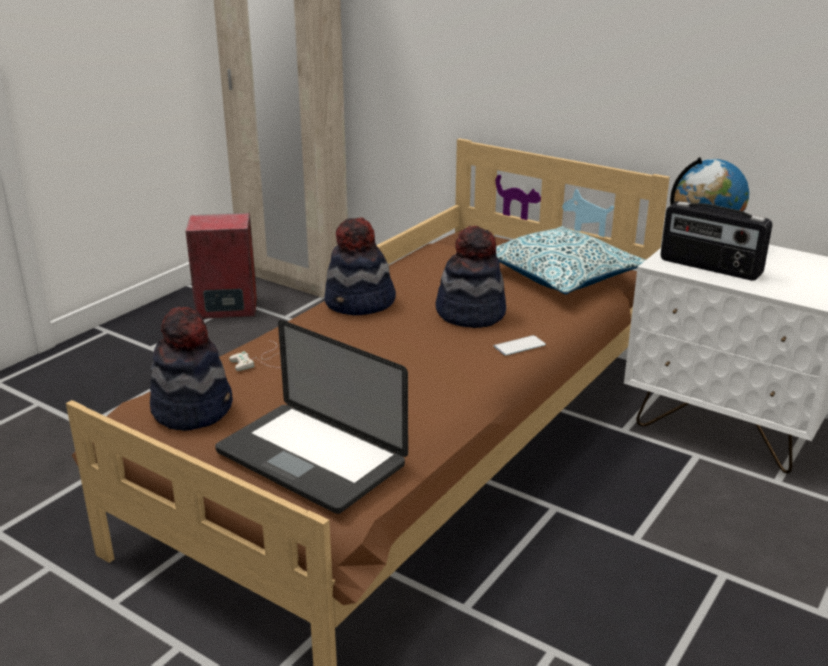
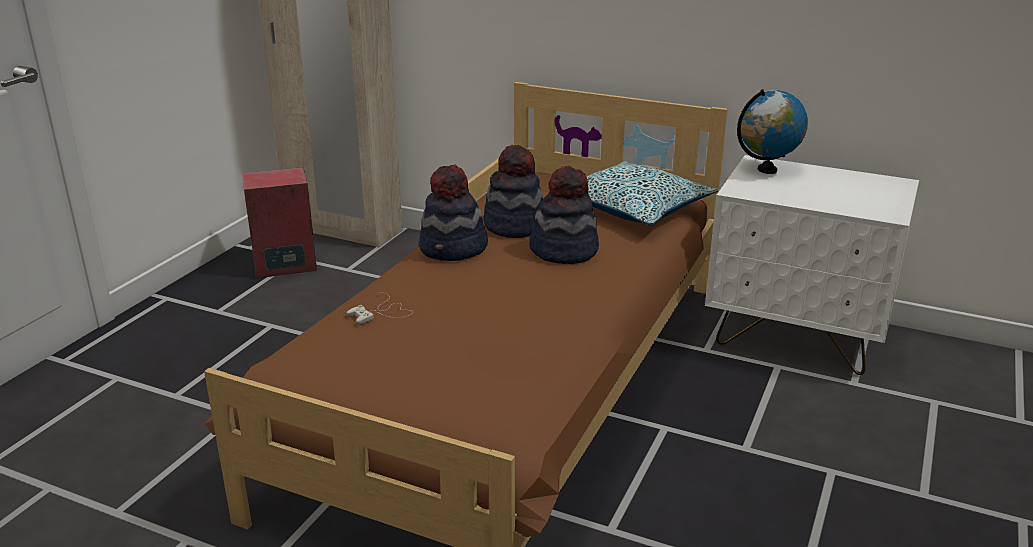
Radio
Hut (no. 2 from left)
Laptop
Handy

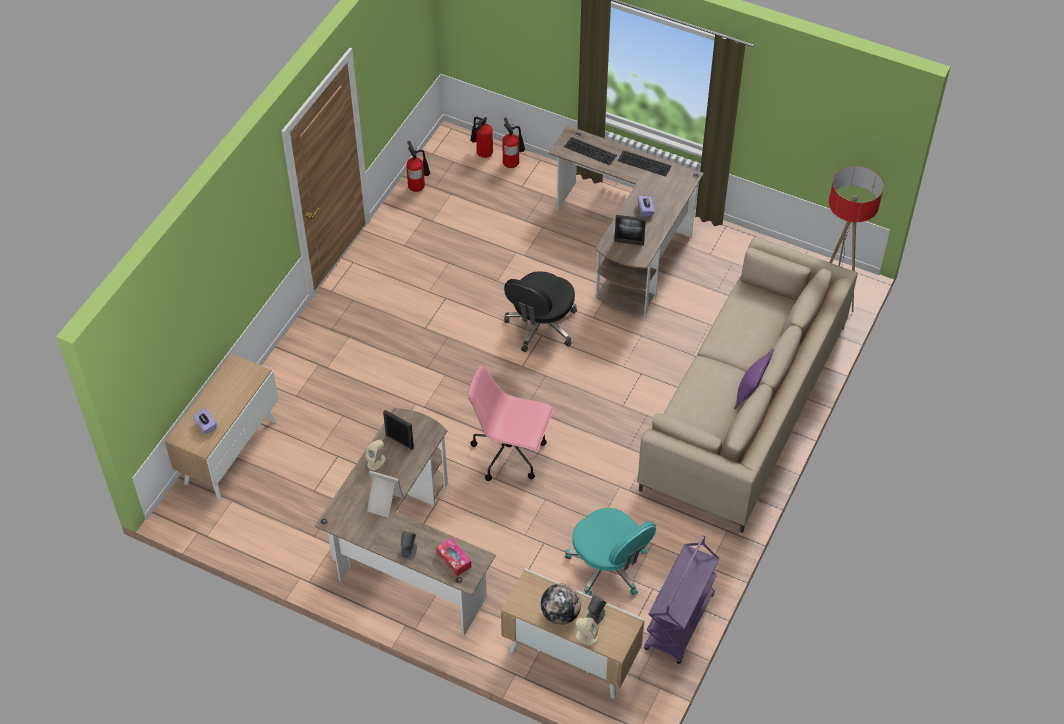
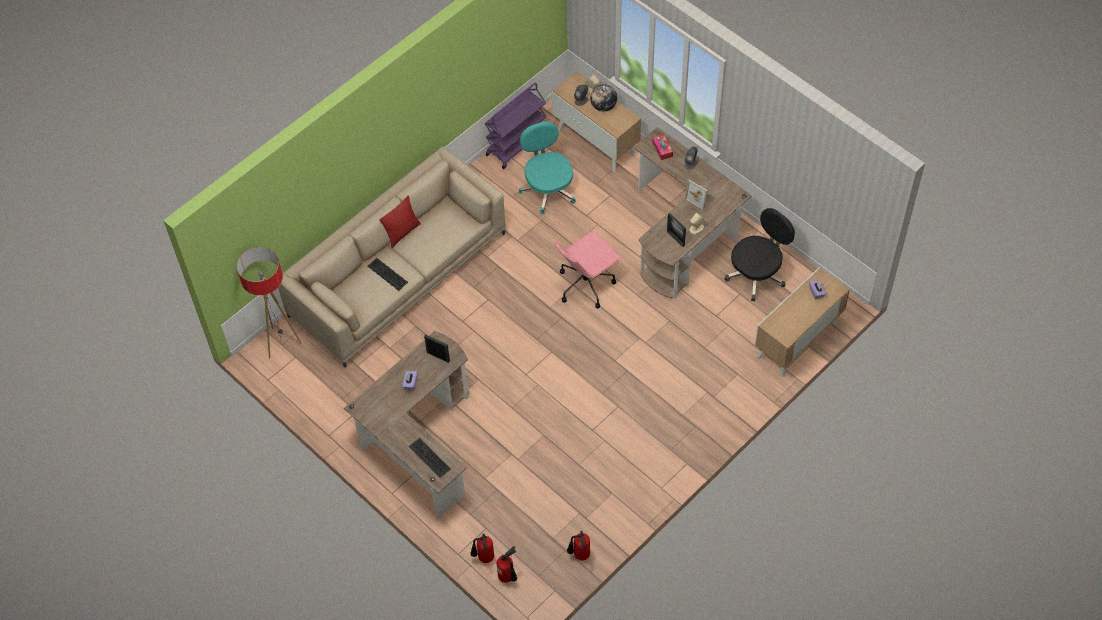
Tastatur (no. 1 from left)
Bürostuhl [schwarz]
Kissen [rot]
Bürostuhl [rosa]

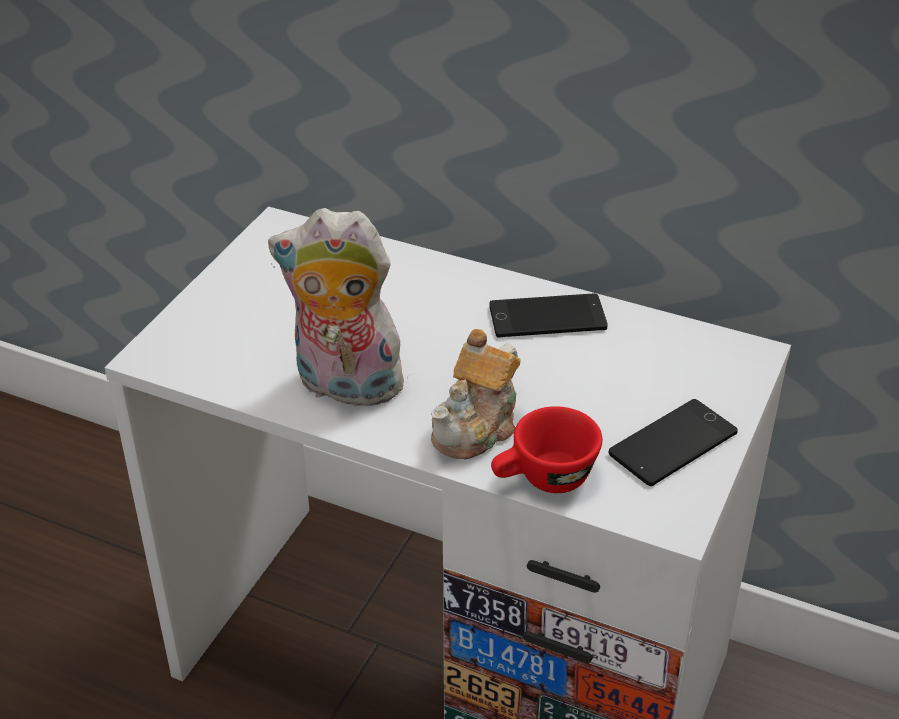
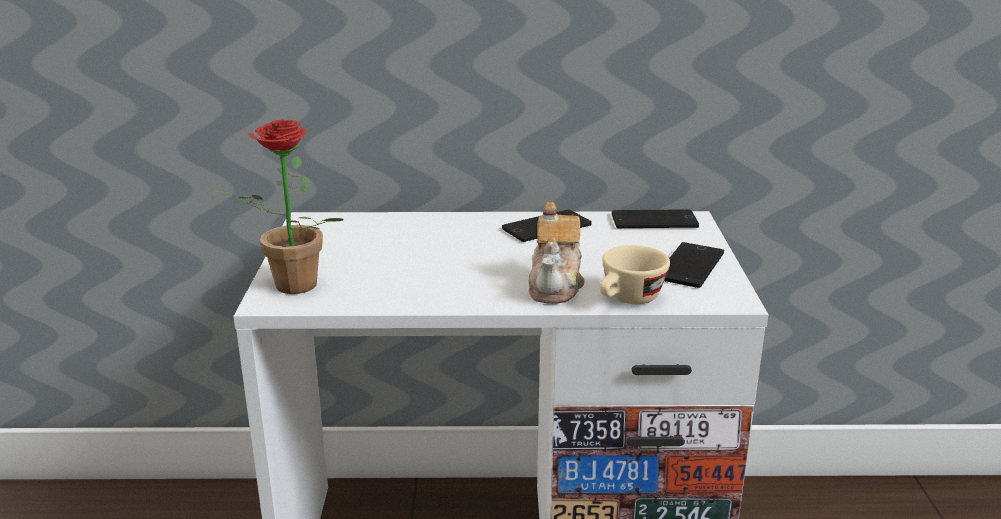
Plüschtier
Tasse [beige]
Topfpflanze
Handy (no. 2 from left)

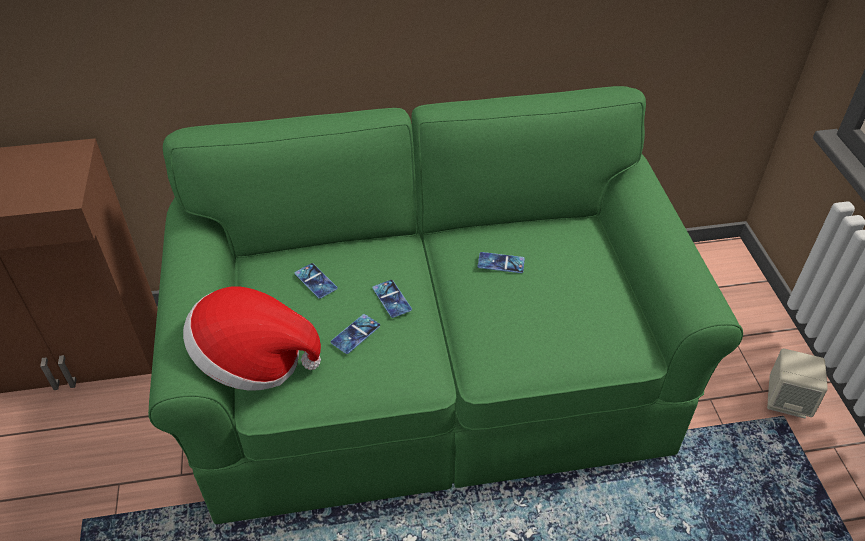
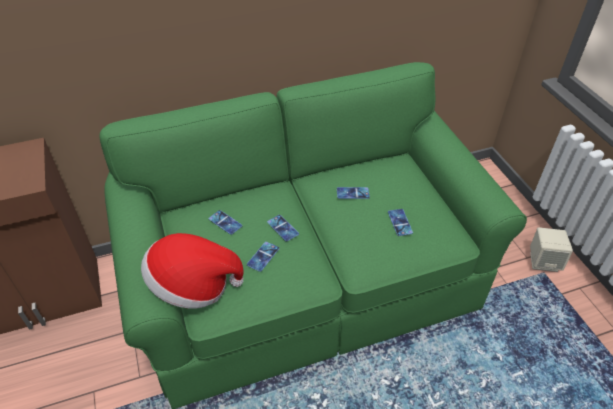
Handy (no. 5 from left)

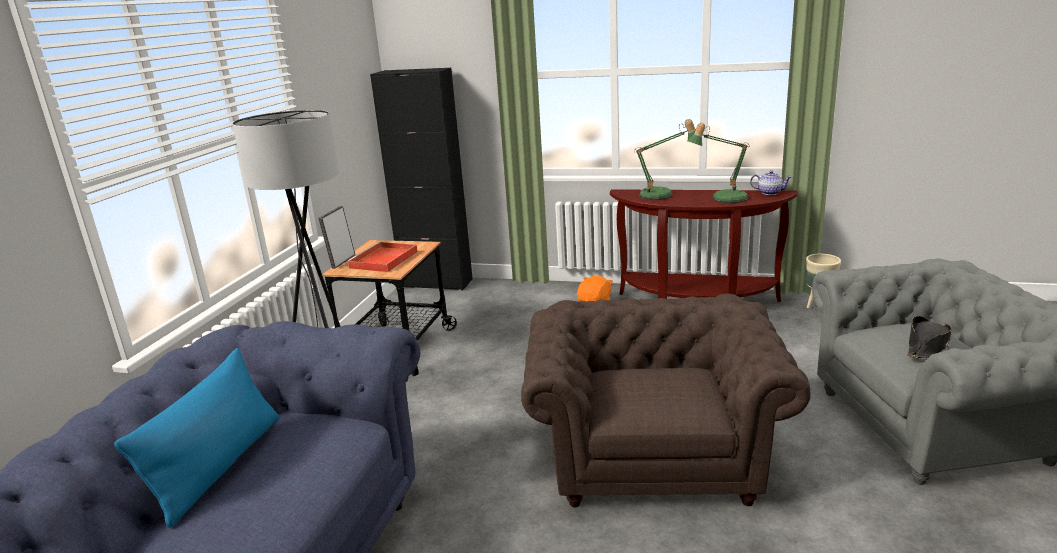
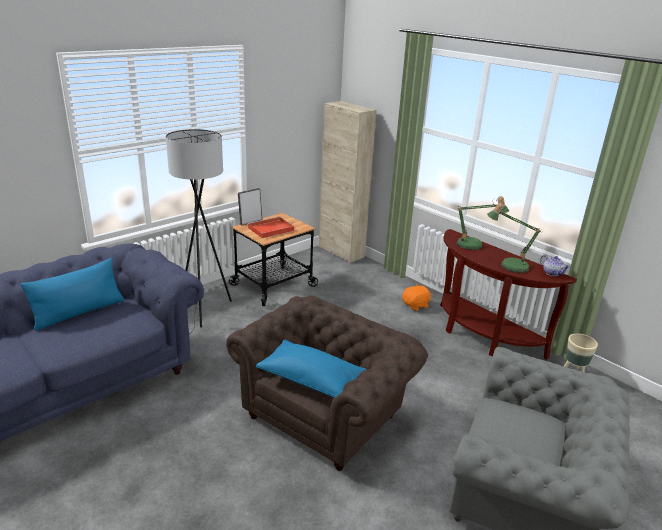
Schrank [beige]
Hut [schwarz]
Kissen [blau] (no. 2 from left)

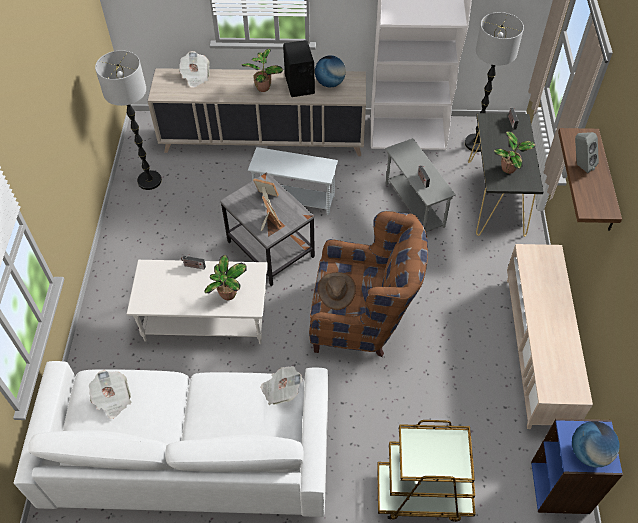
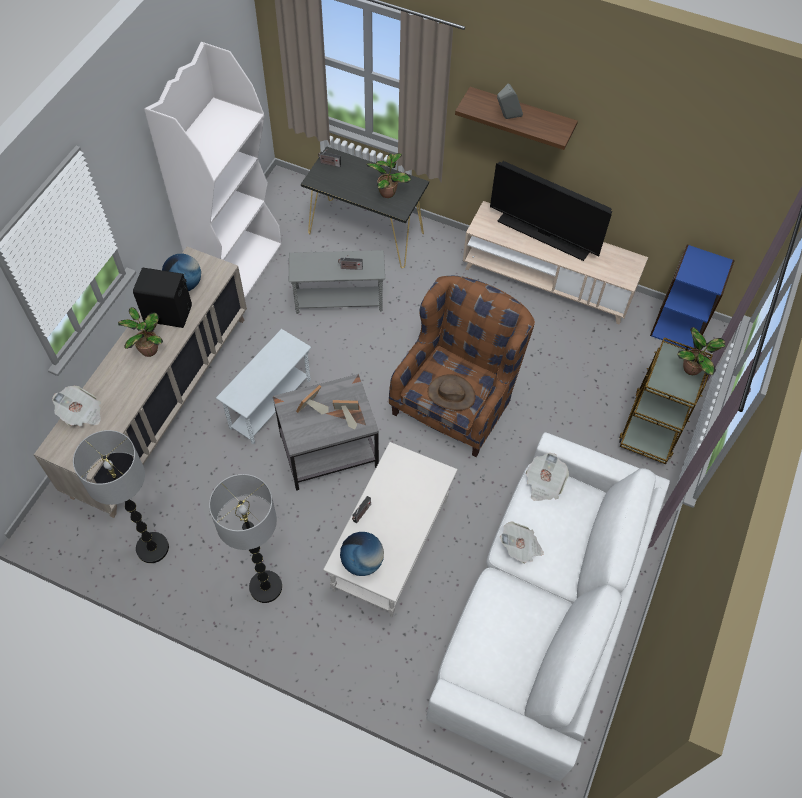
Stehlampe (no. 2 from left)
Topfpflanze (no. 3 from left)
Zeitung (no. 2 from left)
Globus (no. 2 from left)
Fernseher

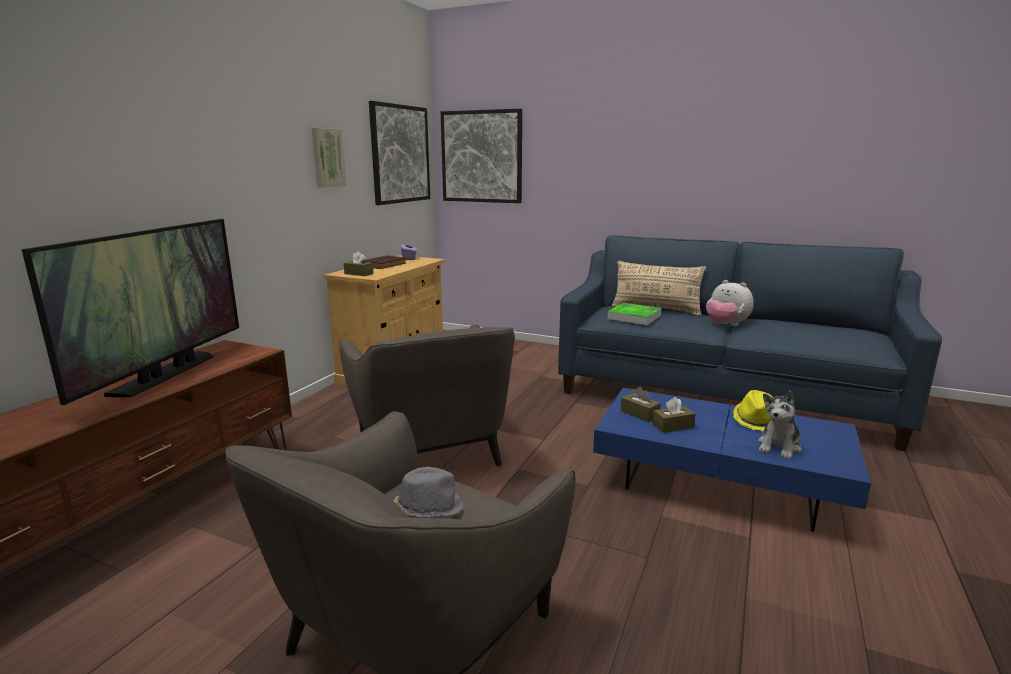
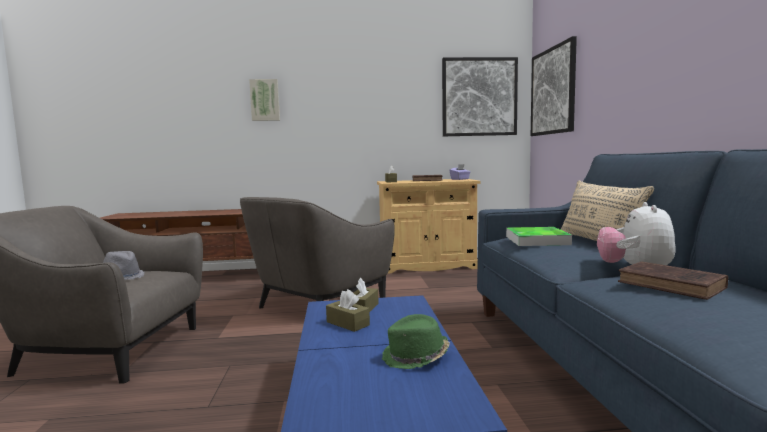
Bild (no. 1 from left)
Fernseher
Hut [grün]
Plüschtier (no. 2 from left in the first image)
Buch [braun] (no. 2 from left)

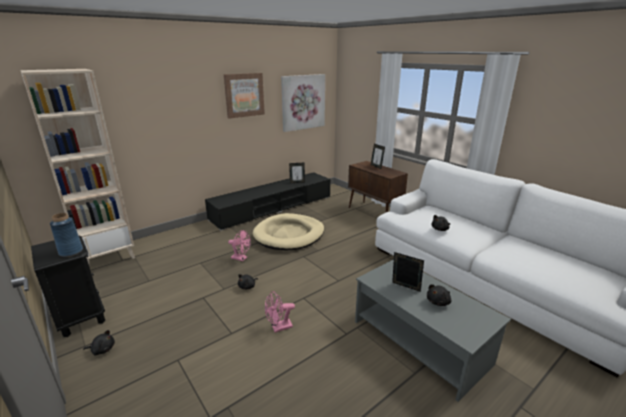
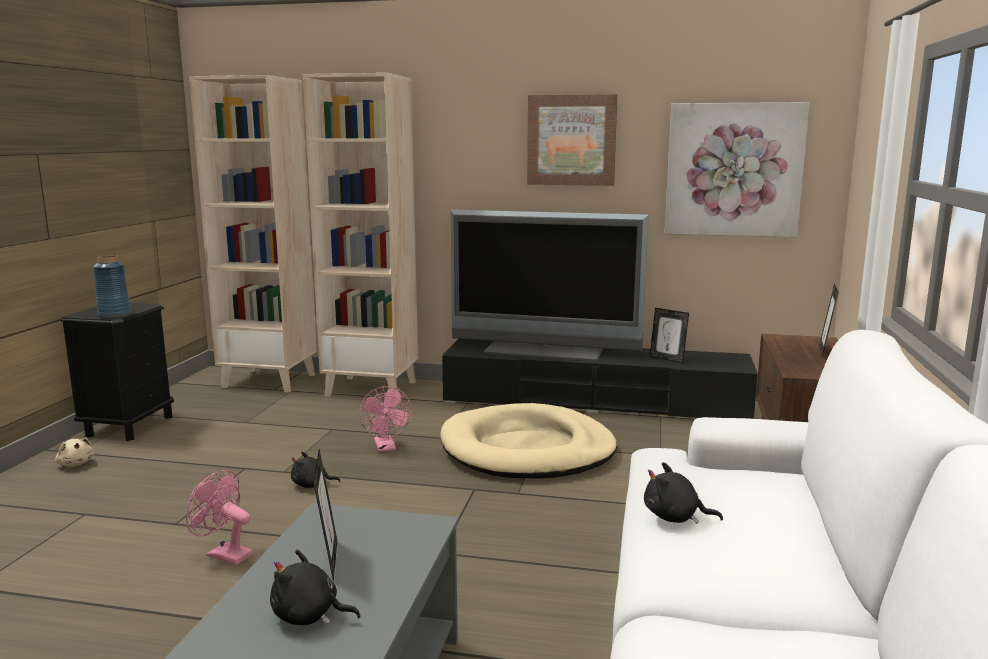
Plüschtier [beige]
Bücherregal [beige] (no. 2 from left)
Fernseher

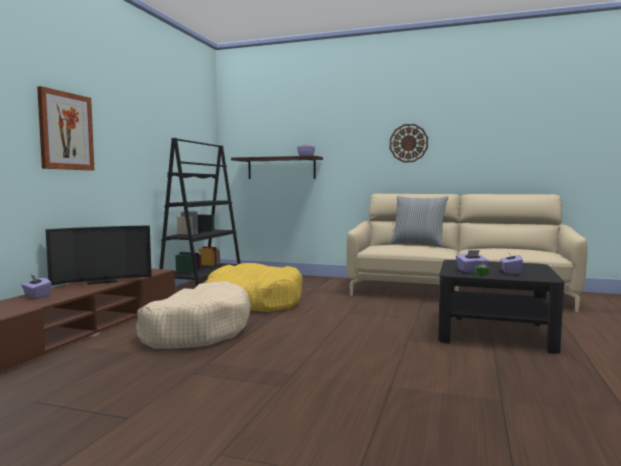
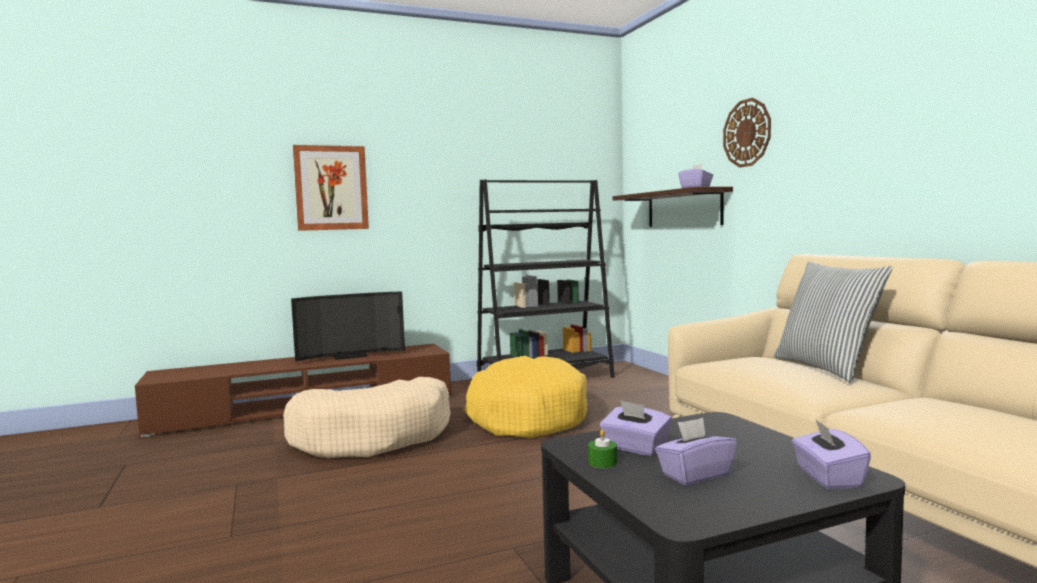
Wanduhr
Fernseher
Taschentuchbox [lila] (no. 4 from left)

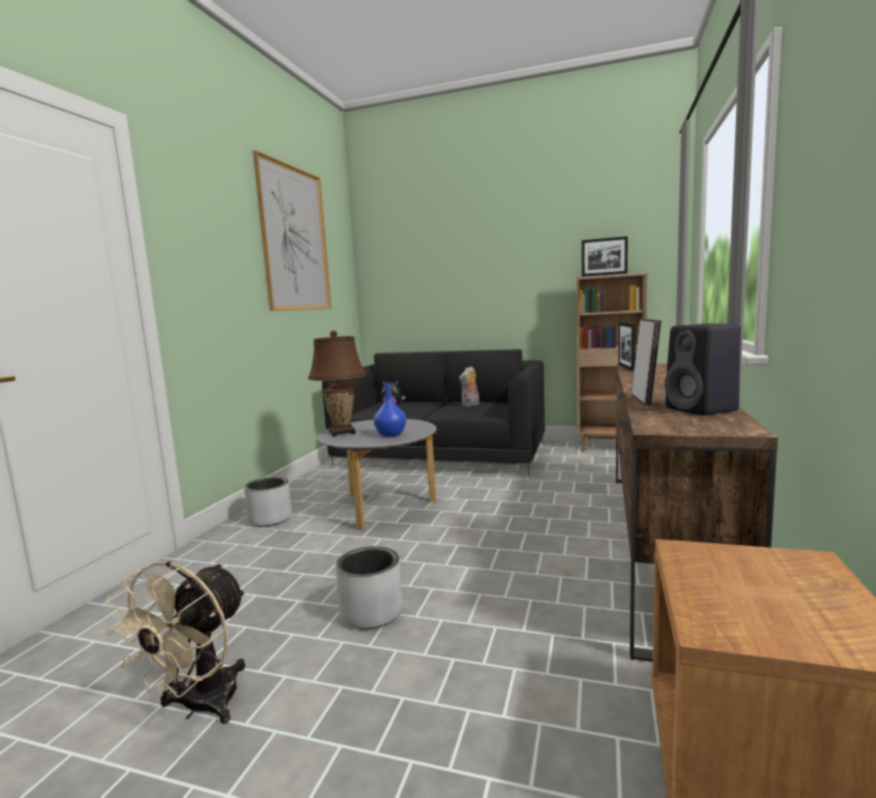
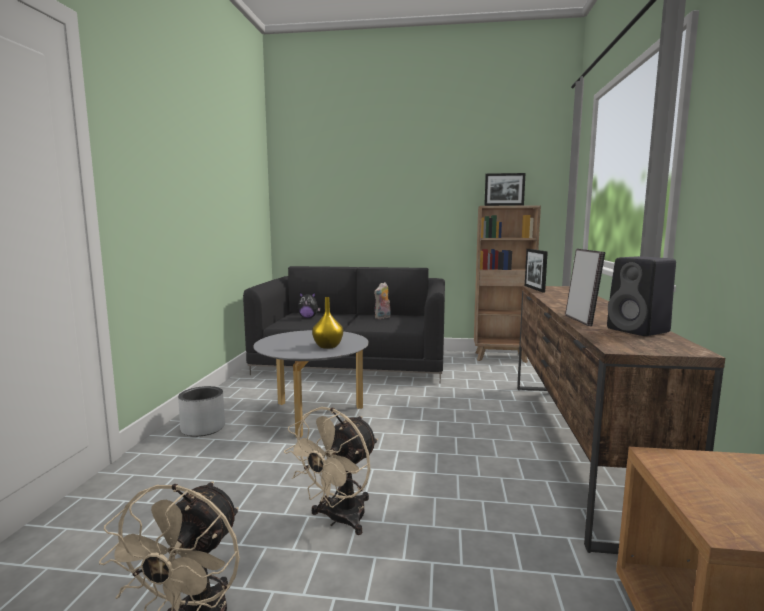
Bild
Tischlampe [braun]
Vase [gelb]
Ventilator [beige] (no. 2 from left)

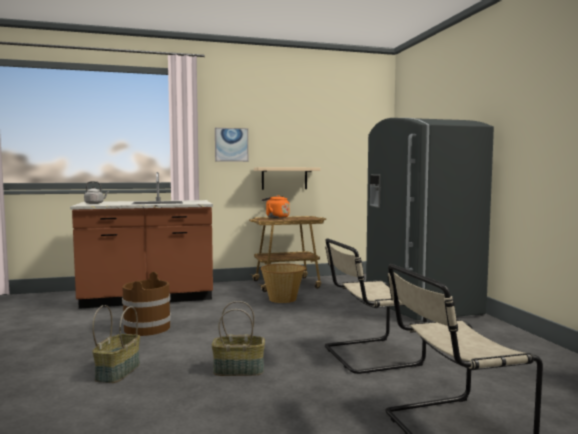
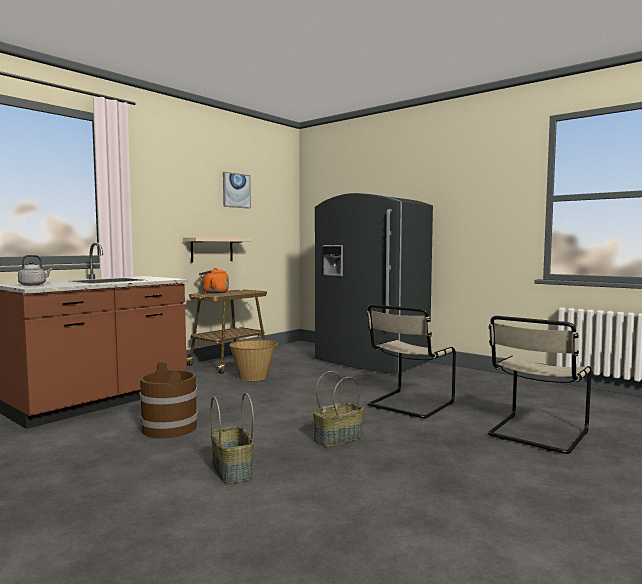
Bild

